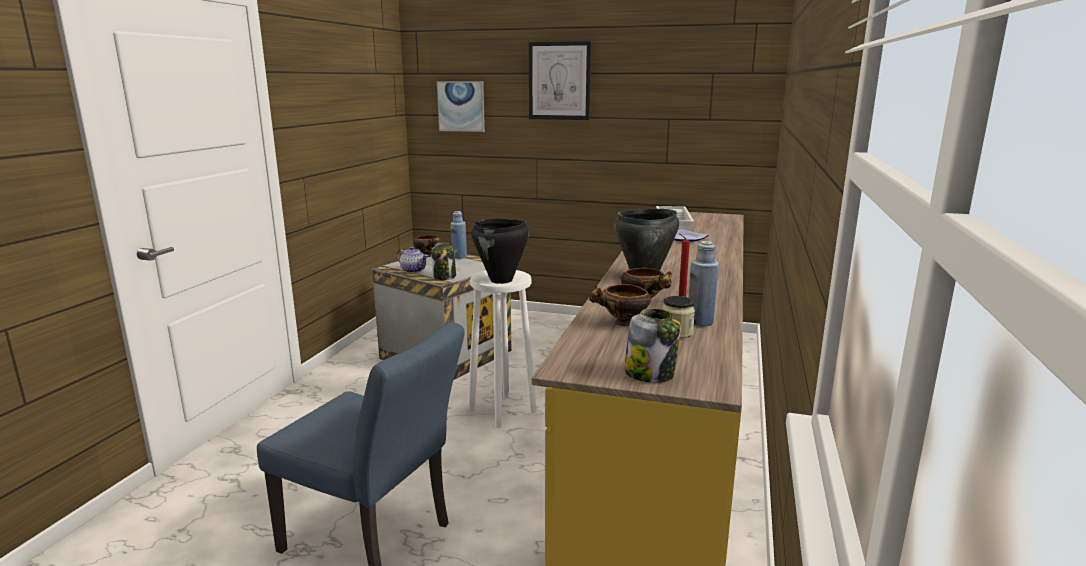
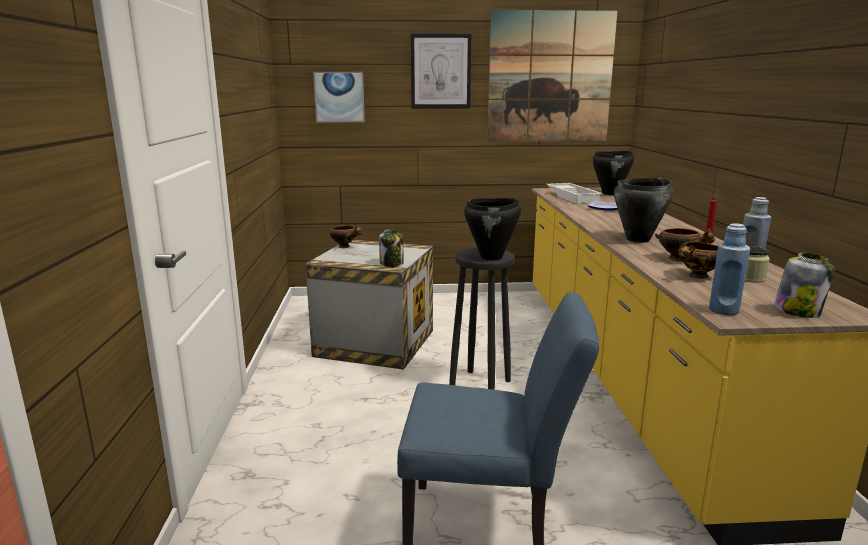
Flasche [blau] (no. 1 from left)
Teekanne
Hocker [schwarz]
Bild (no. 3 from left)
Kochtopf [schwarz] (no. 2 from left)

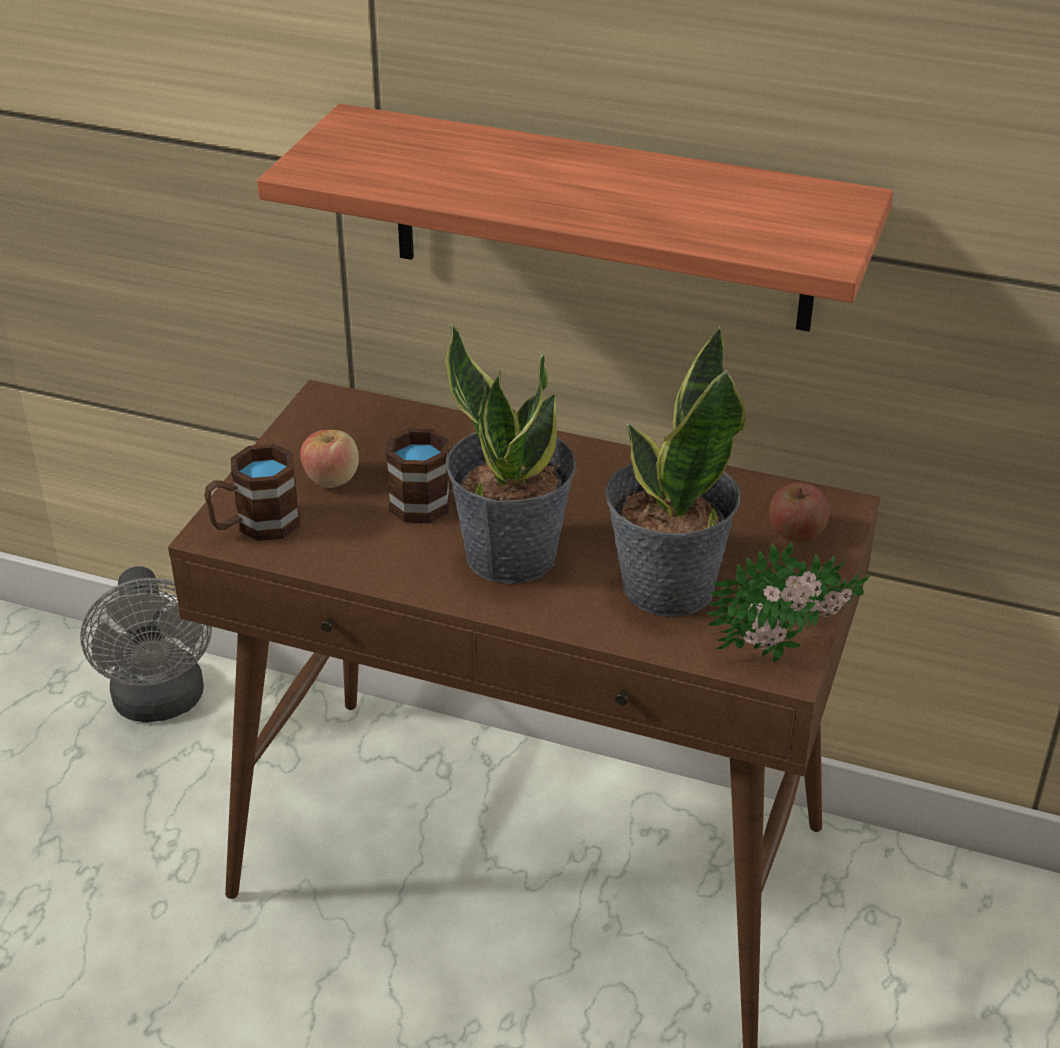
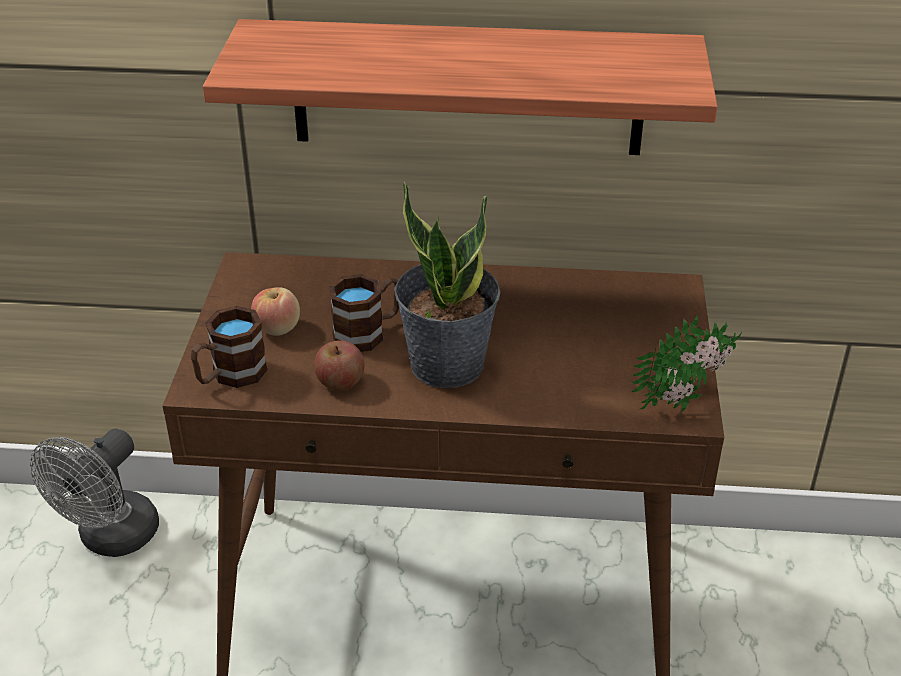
Topfpflanze (no. 2 from left in the first image)
Apfel (no. 2 from left)
Ventilator [grau]

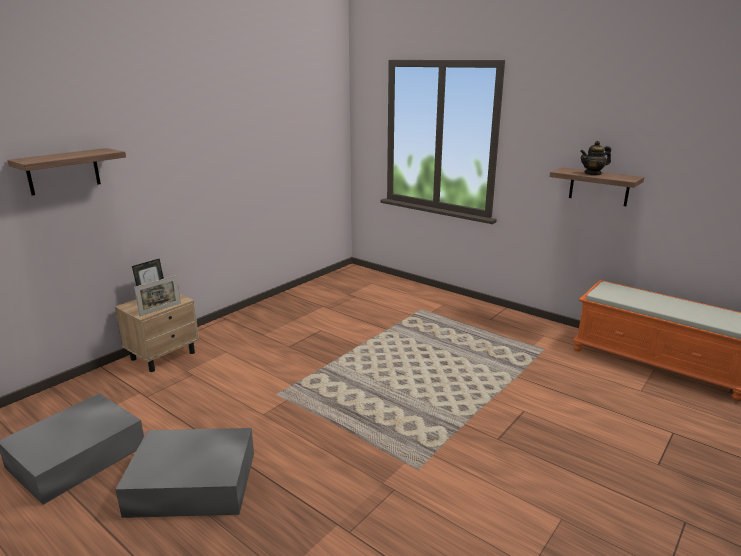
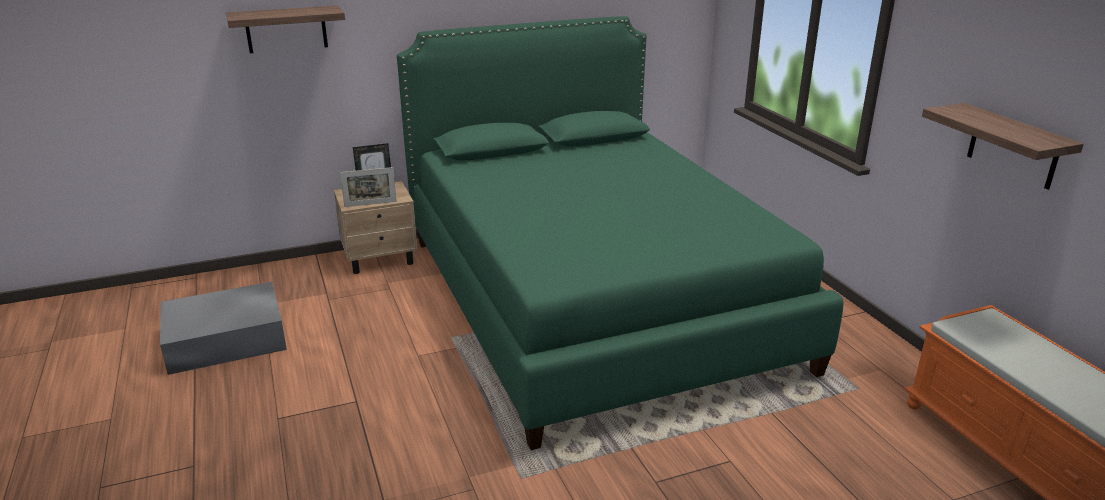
Teekanne
Aufbewahrungsbox [grau] (no. 2 from left in the first image)
Bett [grün]

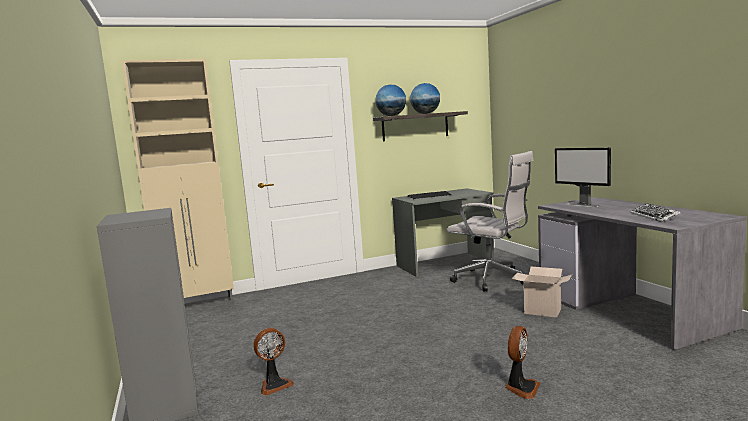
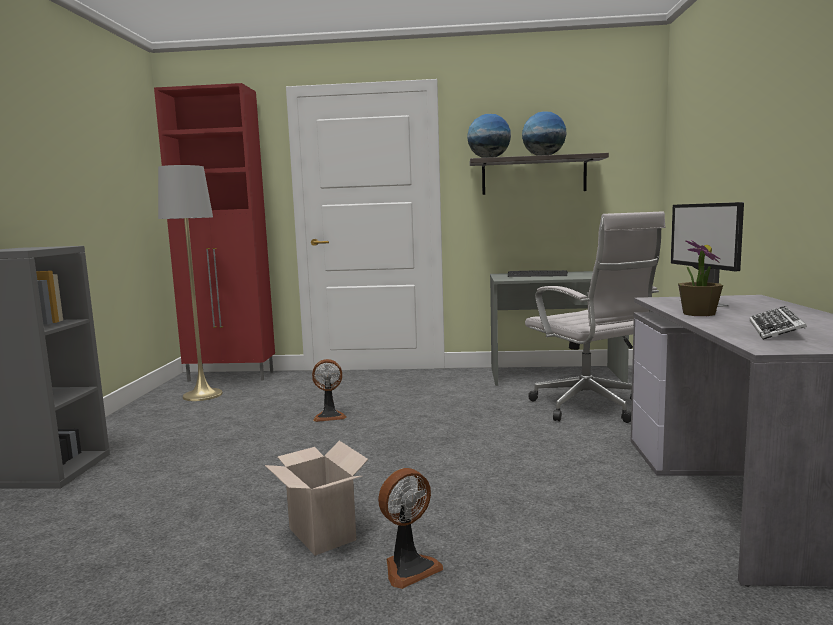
Schrank [rot]
Karton
Ventilator (no. 1 from left)
Stehlampe [grau]
Topfpflanze

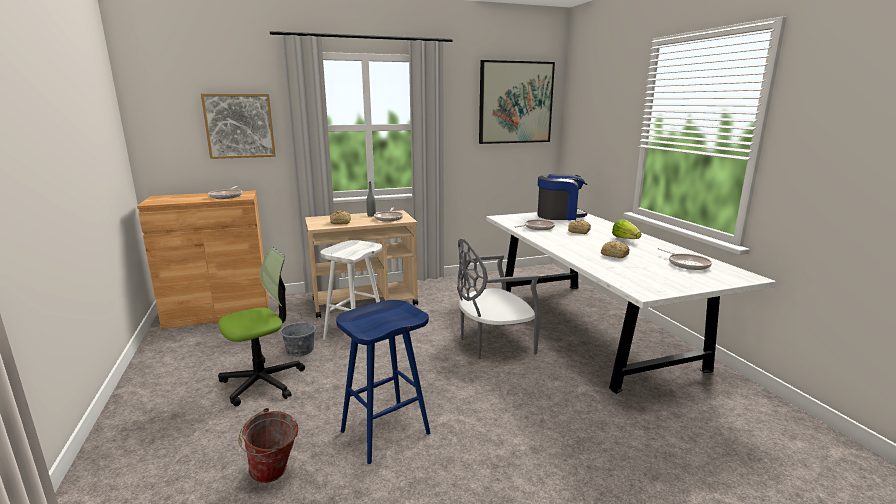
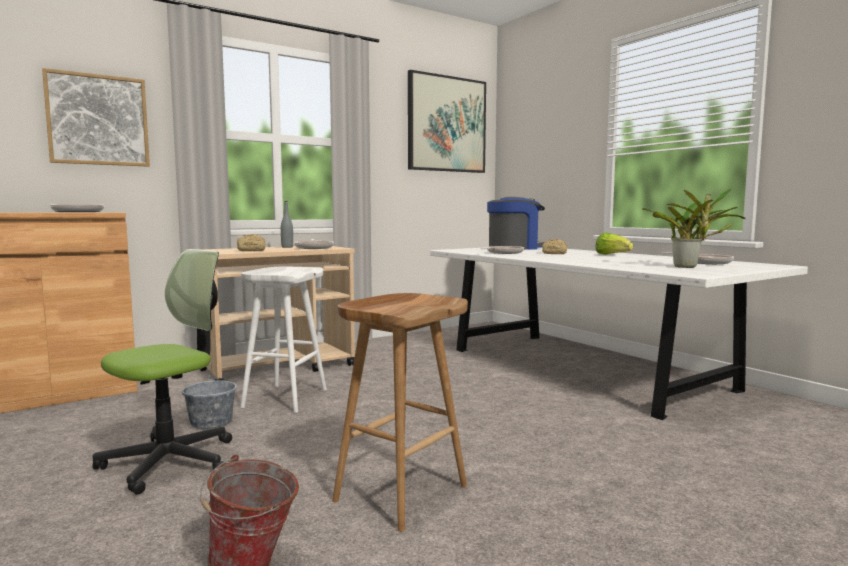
Stuhl [grau]
Brot (no. 3 from left in the first image)
Hocker [braun]
Topfpflanze

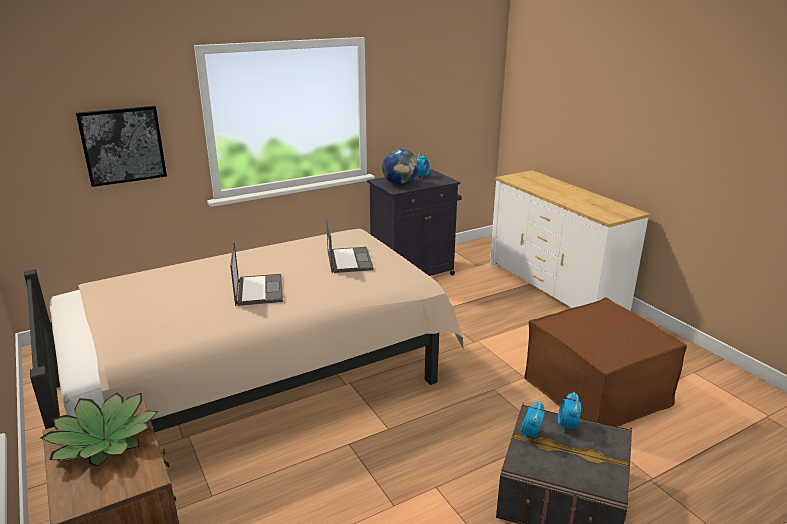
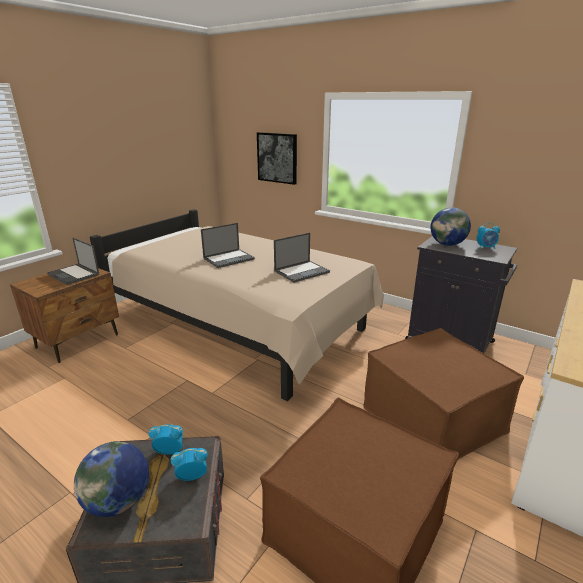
Laptop (no. 1 from left)
Polsterhocker [braun] (no. 2 from left)
Globus (no. 1 from left)

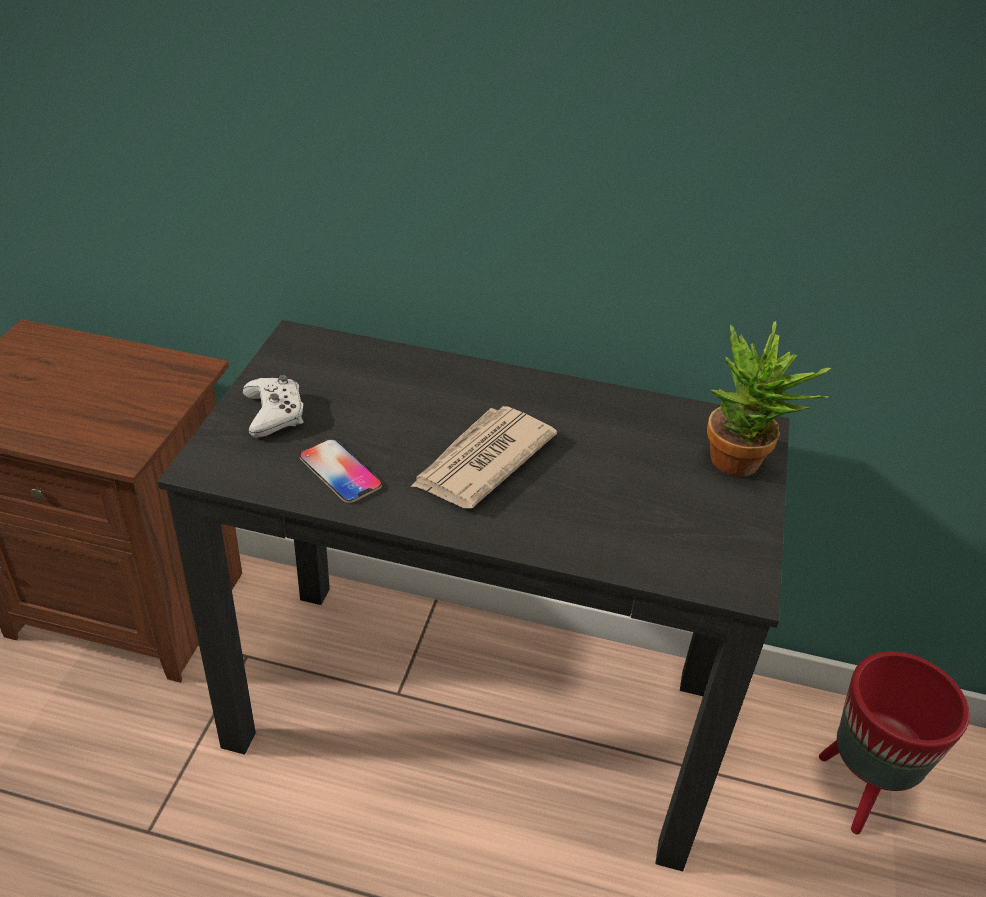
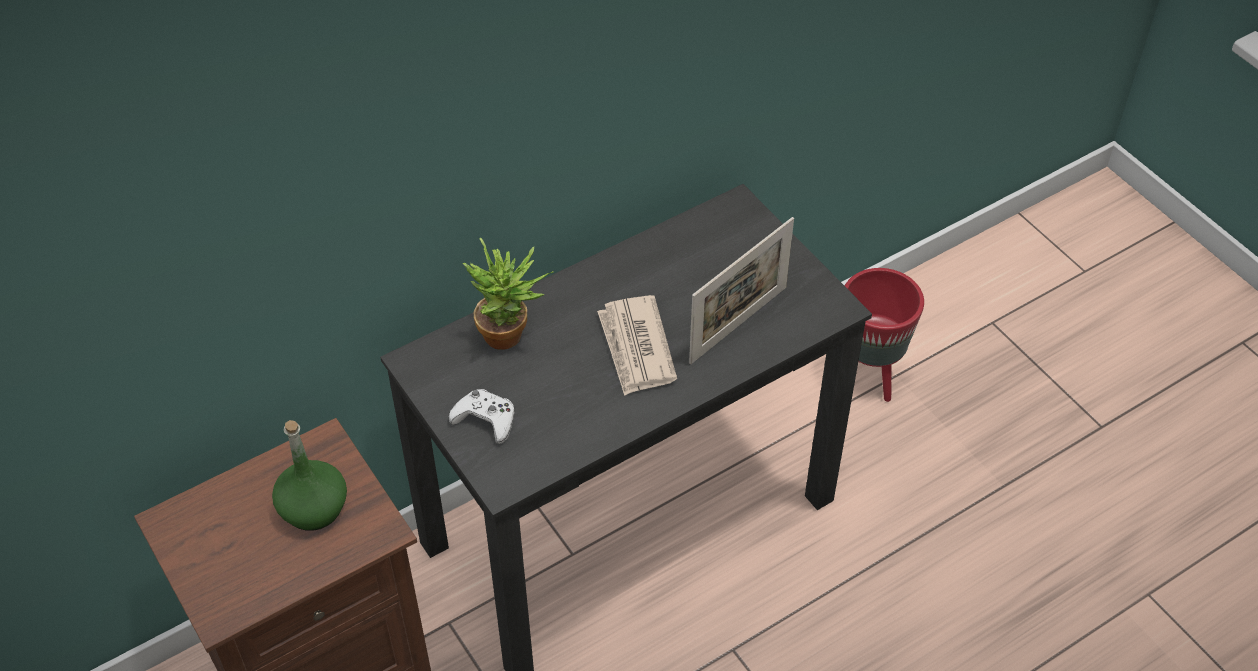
Topfpflanze
Handy
Bilderrahmen
Flasche [grün]

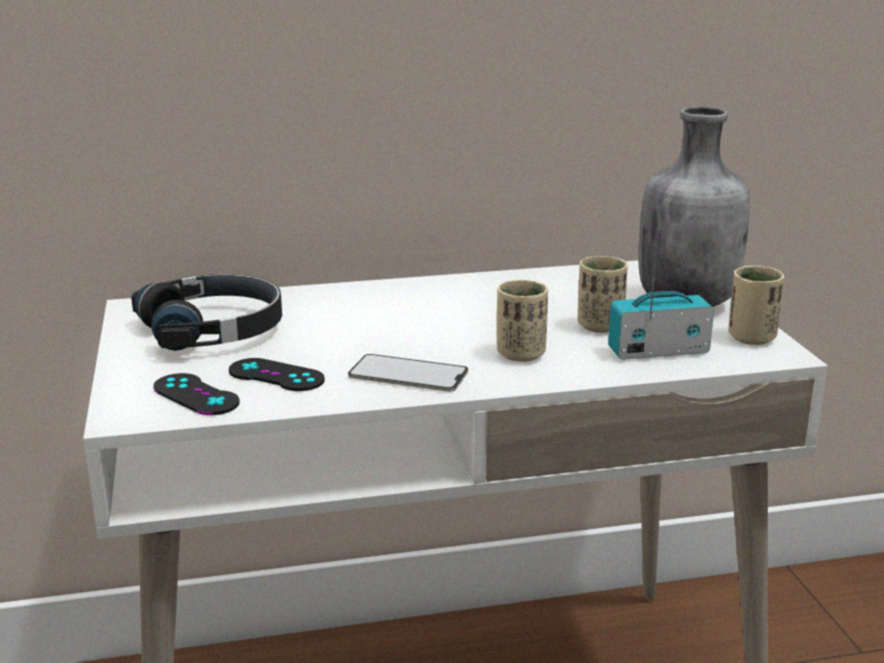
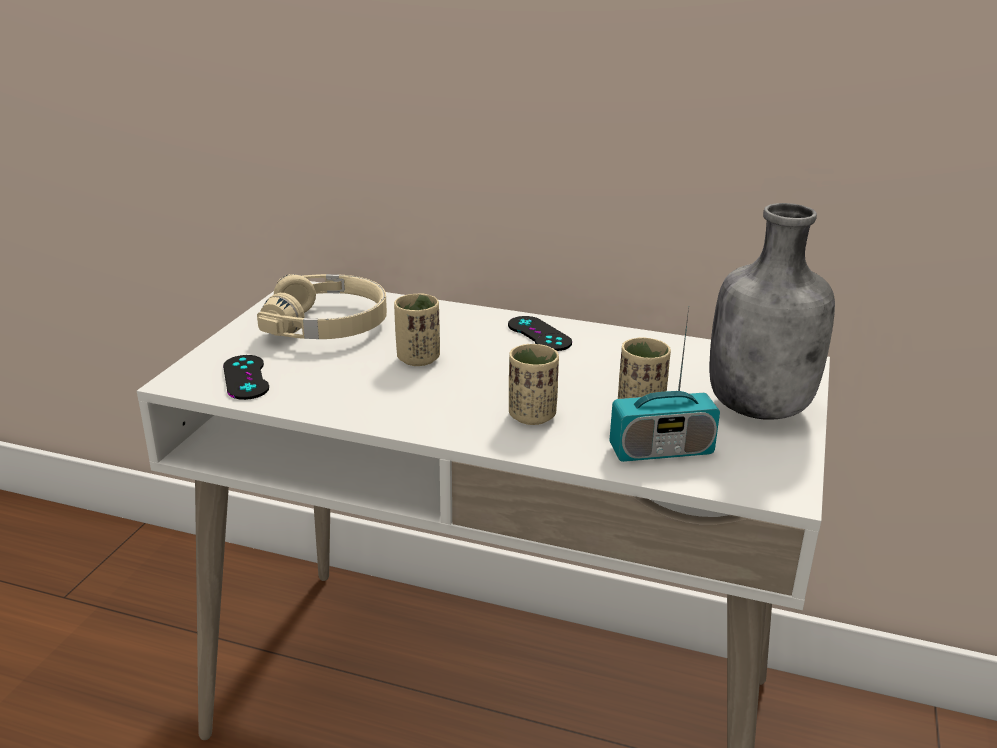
Radio
Tasse [beige] (no. 1 from left)
Kopfhörer [beige]
Handy
Gamepad [schwarz] (no. 2 from left)

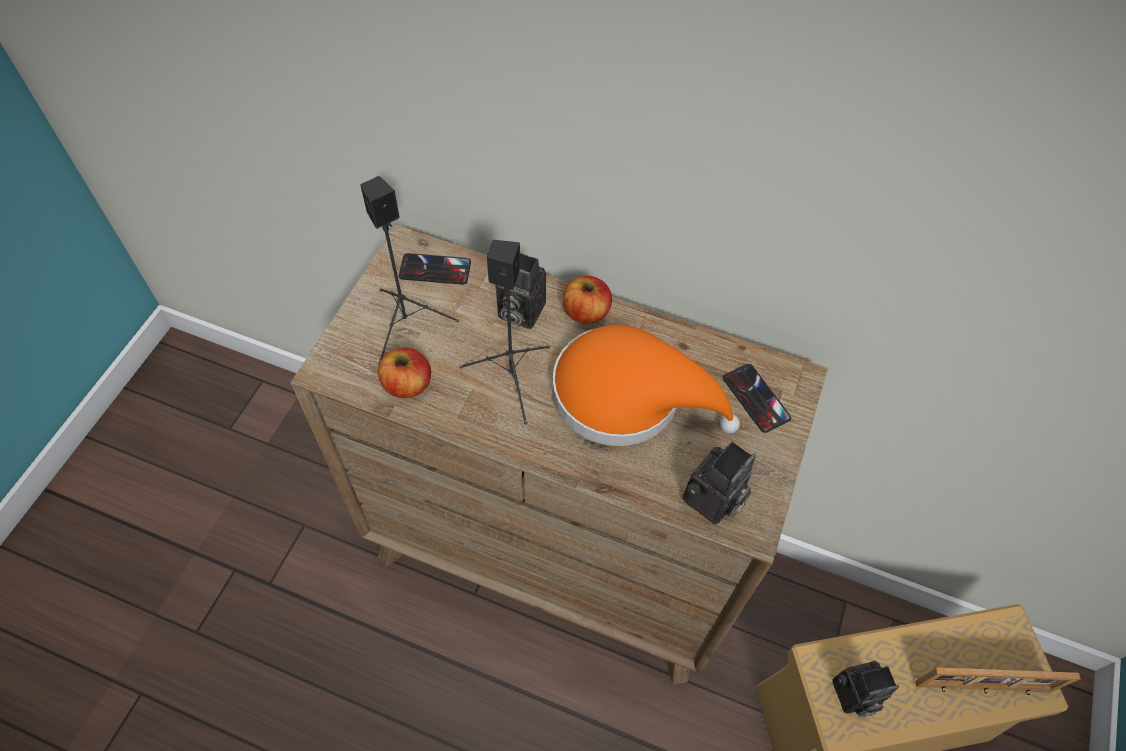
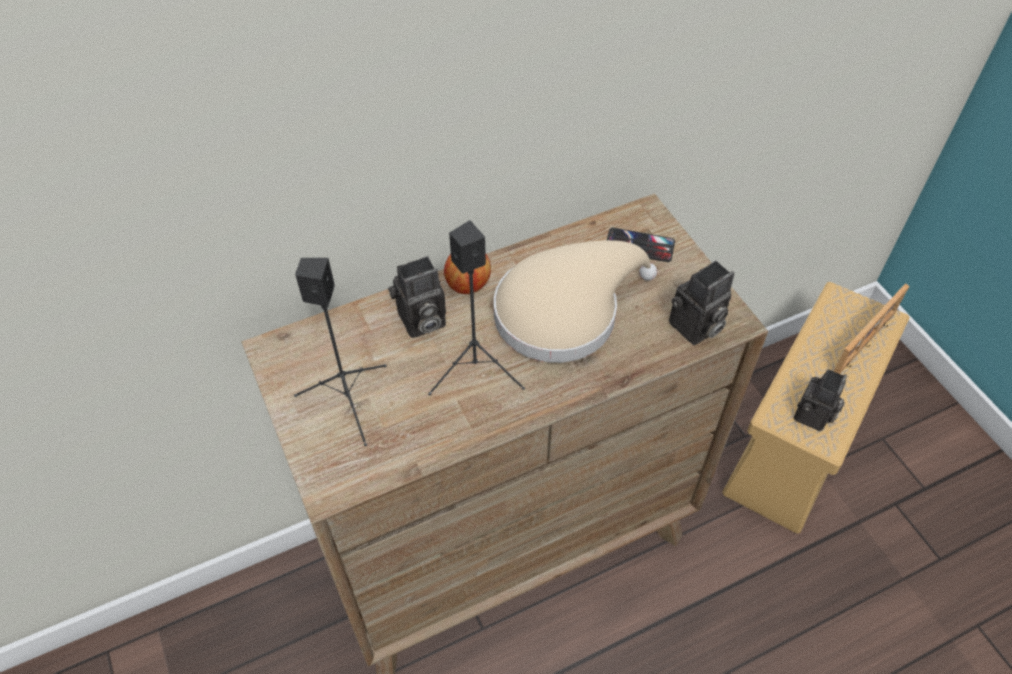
Handy (no. 1 from left in the first image)
Hut [beige]
Apfel (no. 1 from left in the first image)
Kamera (no. 2 from left)

